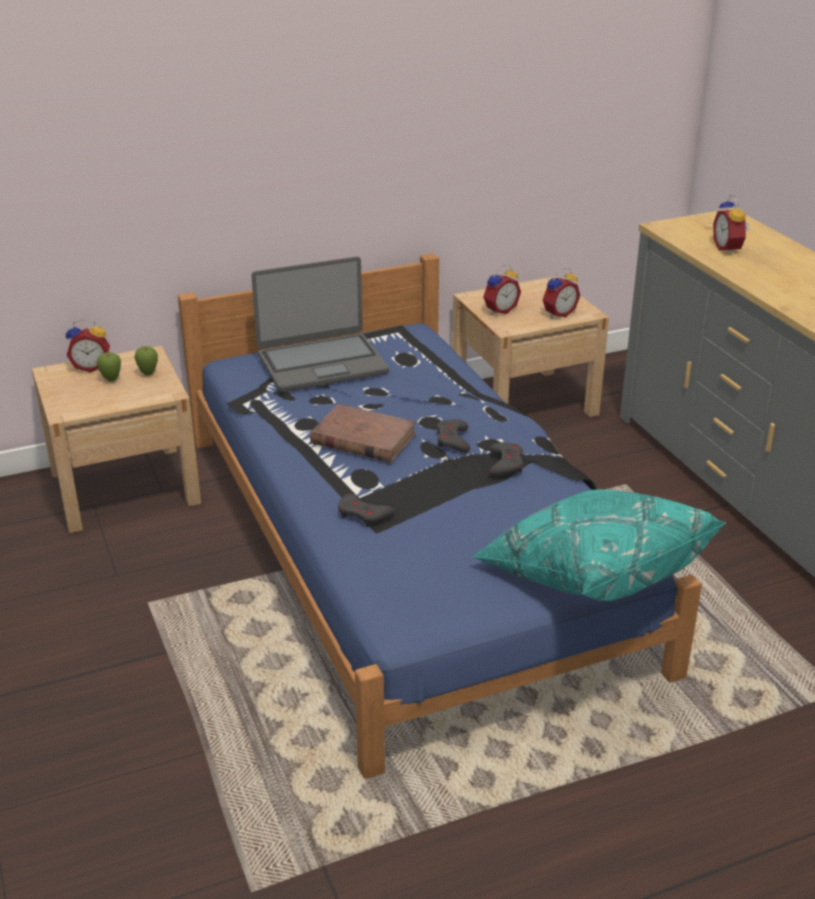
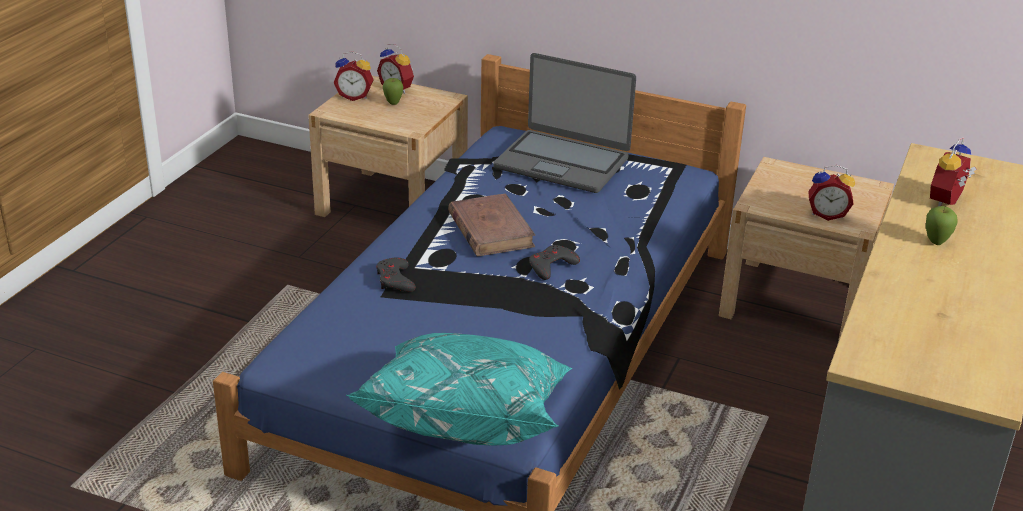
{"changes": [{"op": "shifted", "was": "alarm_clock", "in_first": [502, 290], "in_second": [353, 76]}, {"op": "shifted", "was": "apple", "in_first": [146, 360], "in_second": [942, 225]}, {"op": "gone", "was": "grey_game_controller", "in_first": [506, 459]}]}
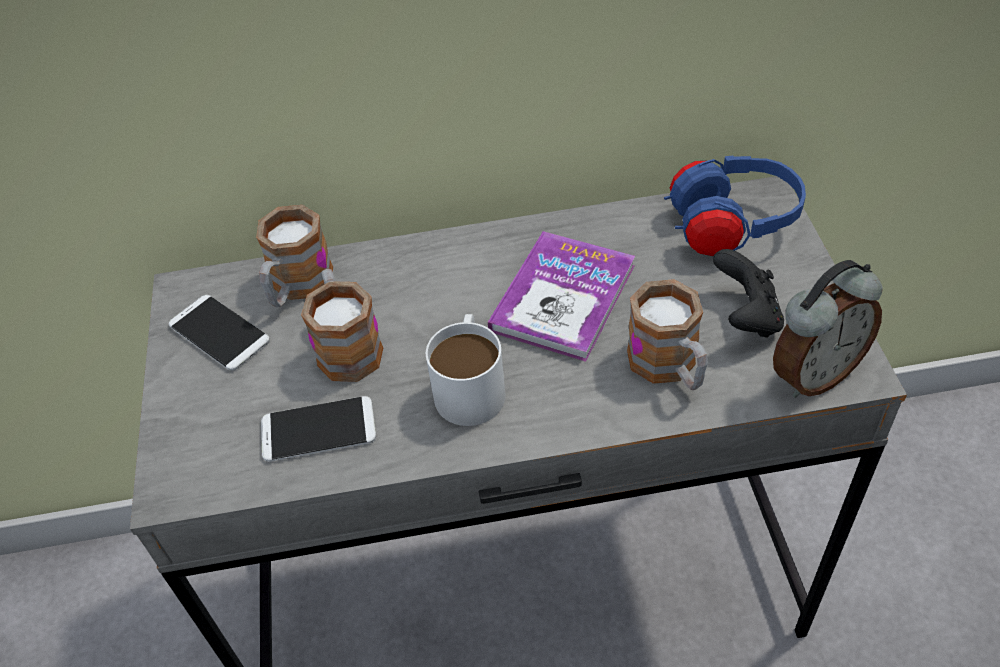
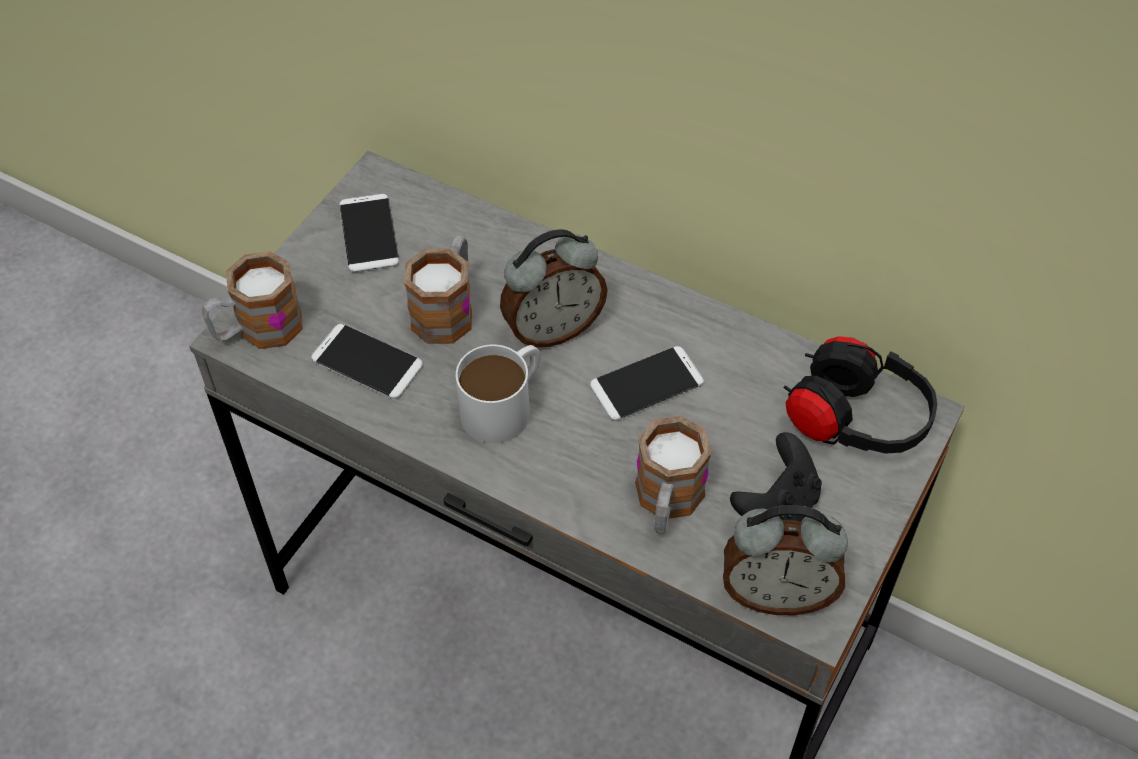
{"changes": [{"op": "shifted", "was": "mug", "in_first": [294, 256], "in_second": [252, 300]}, {"op": "new", "now": "alarm_clock", "in_second": [554, 288]}, {"op": "swapped", "was": "book", "now": "phone", "in_first": [561, 296], "in_second": [647, 383]}, {"op": "repainted", "was": "blue_headphones", "now": "black_headphones", "in_first": [735, 205], "in_second": [860, 395]}]}
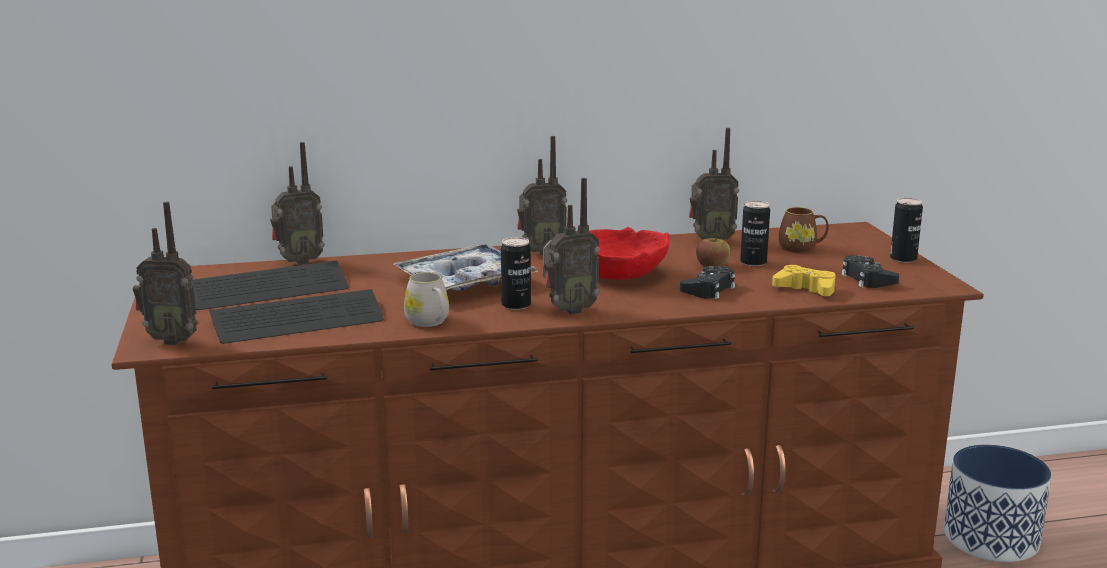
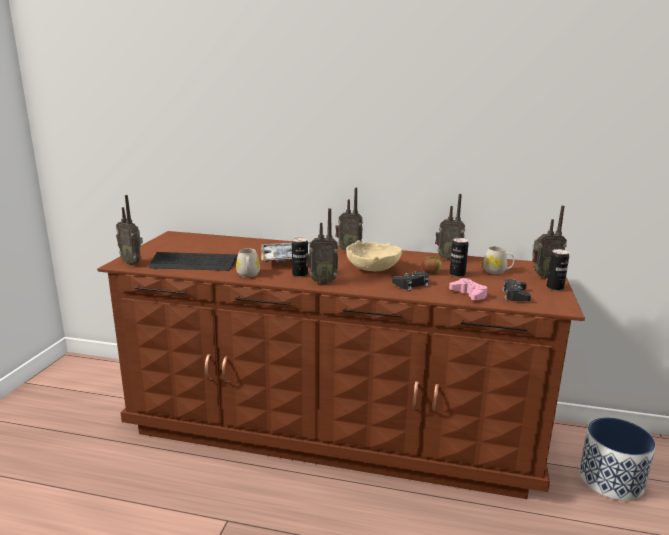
{"changes": [{"op": "repainted", "was": "red_bowl", "now": "beige_bowl", "in_first": [623, 253], "in_second": [374, 255]}, {"op": "repainted", "was": "yellow_game_controller", "now": "pink_game_controller", "in_first": [804, 280], "in_second": [468, 289]}, {"op": "repainted", "was": "brown_mug", "now": "white_mug", "in_first": [803, 230], "in_second": [498, 260]}, {"op": "shifted", "was": "radio", "in_first": [297, 203], "in_second": [549, 242]}, {"op": "gone", "was": "keyboard", "in_first": [269, 285]}]}
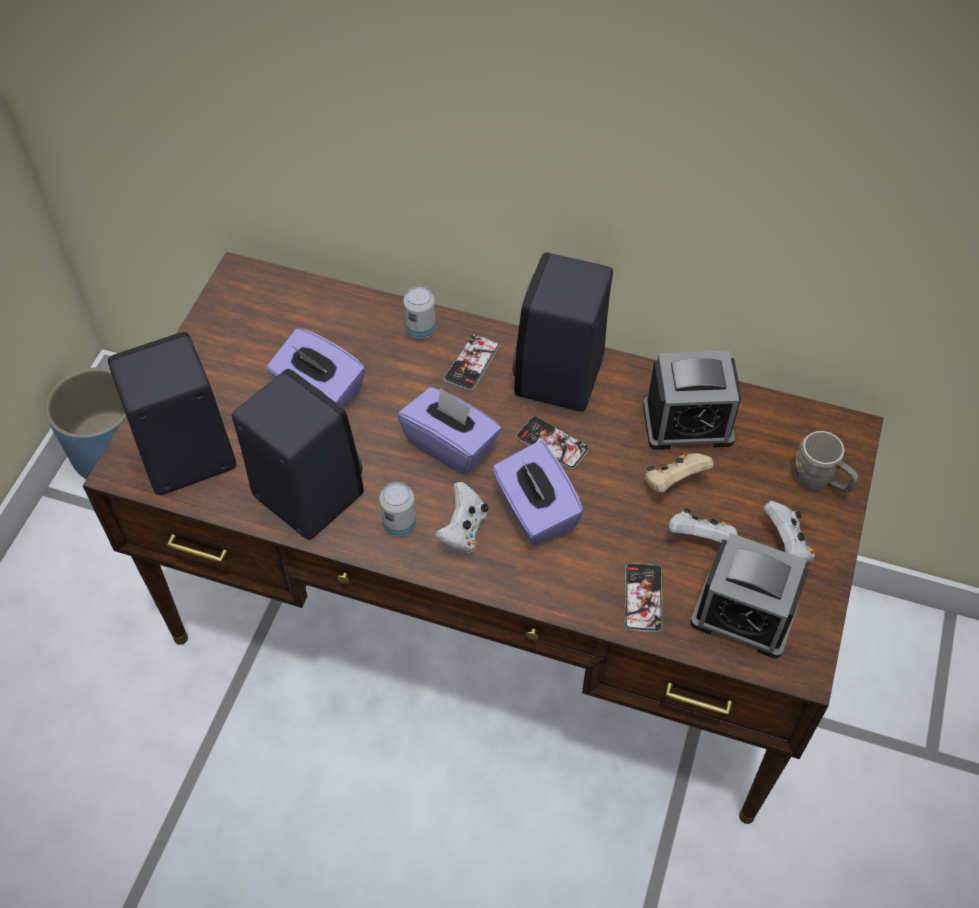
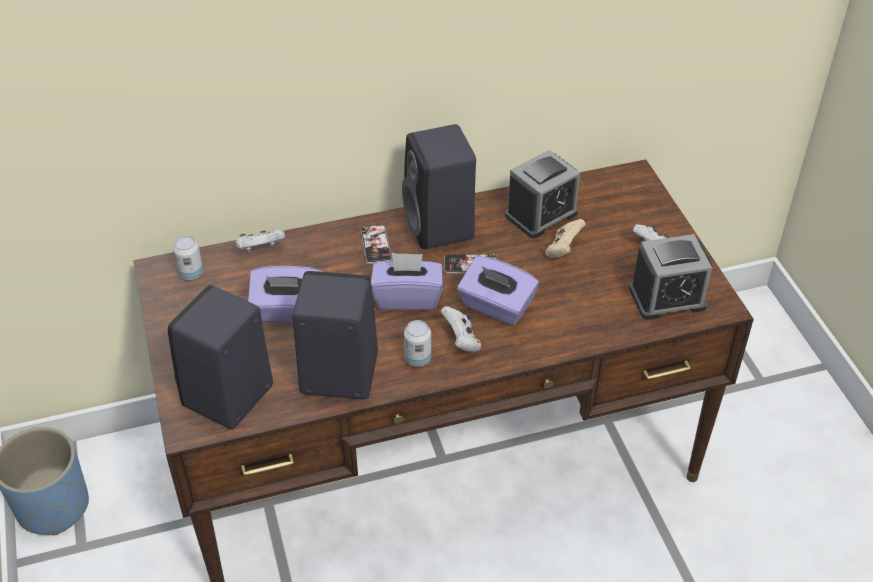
{"changes": [{"op": "shifted", "was": "can", "in_first": [419, 312], "in_second": [188, 258]}, {"op": "shifted", "was": "white_game_controller", "in_first": [703, 525], "in_second": [260, 241]}, {"op": "gone", "was": "phone", "in_first": [643, 598]}, {"op": "gone", "was": "grey_mug", "in_first": [826, 462]}]}
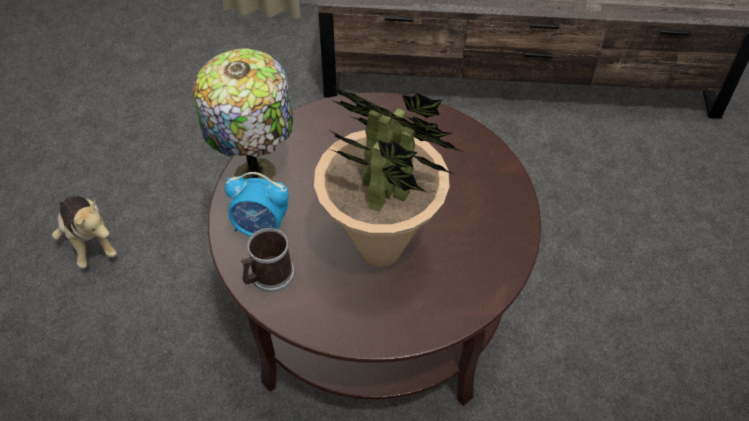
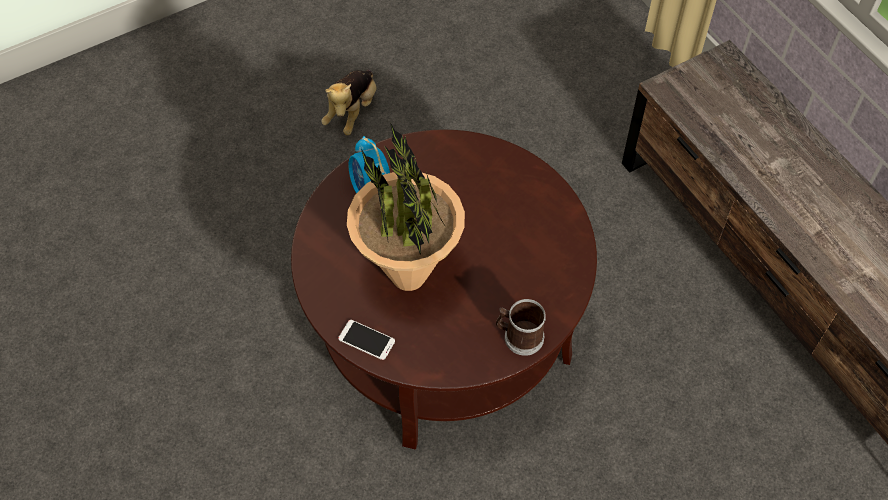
{"changes": [{"op": "new", "now": "phone", "in_second": [366, 340]}, {"op": "shifted", "was": "mug", "in_first": [268, 260], "in_second": [521, 327]}, {"op": "gone", "was": "table_lamp", "in_first": [243, 114]}]}
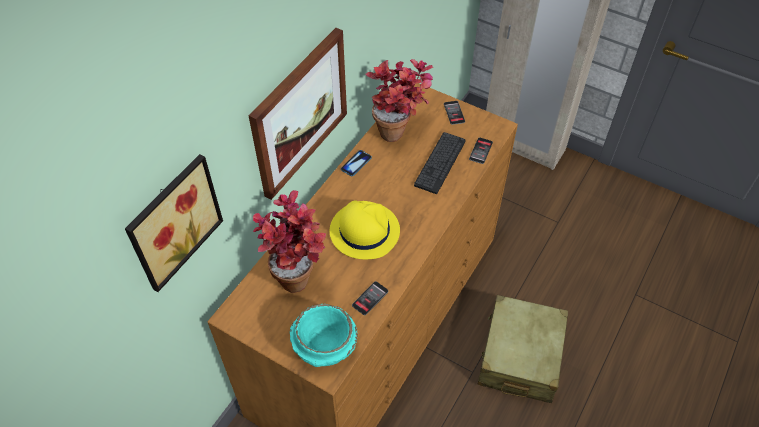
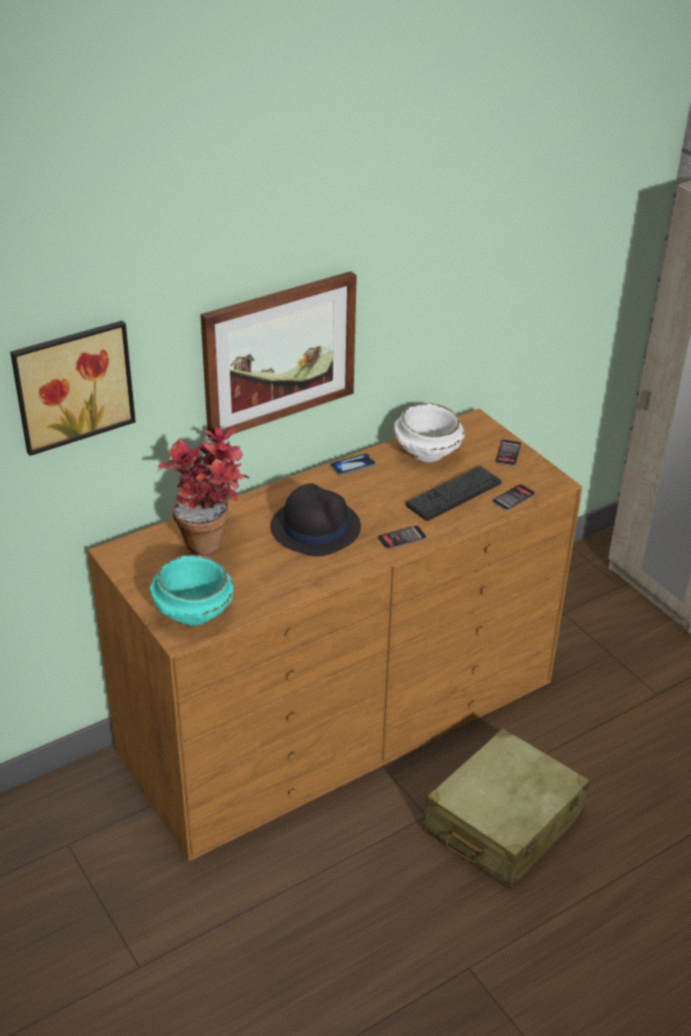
{"changes": [{"op": "repainted", "was": "yellow_hat", "now": "black_hat", "in_first": [365, 229], "in_second": [316, 520]}, {"op": "shifted", "was": "phone", "in_first": [370, 298], "in_second": [402, 537]}, {"op": "swapped", "was": "potted_plant", "now": "white_bowl", "in_first": [399, 100], "in_second": [429, 432]}]}
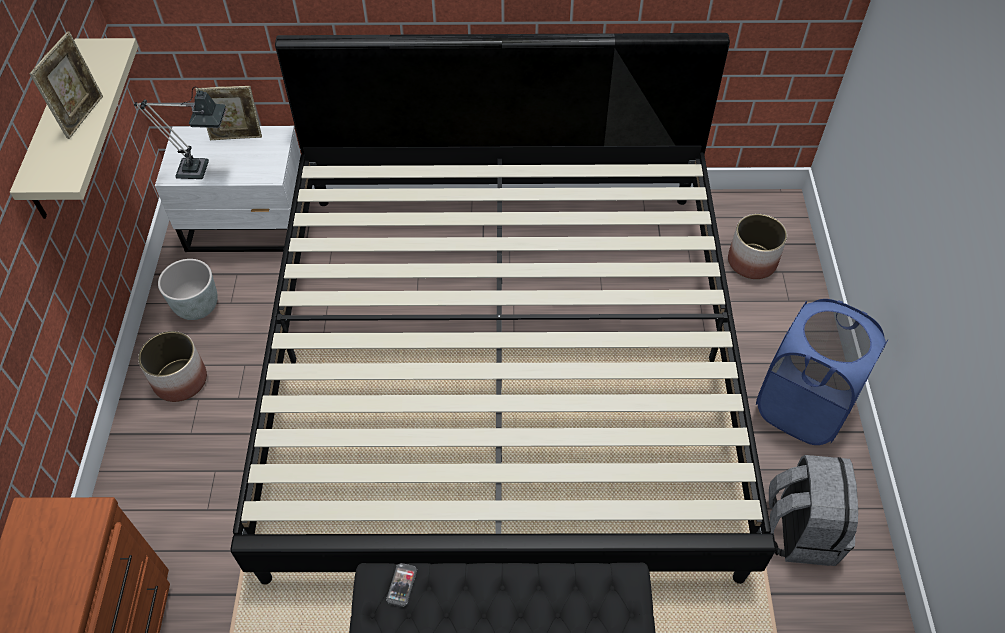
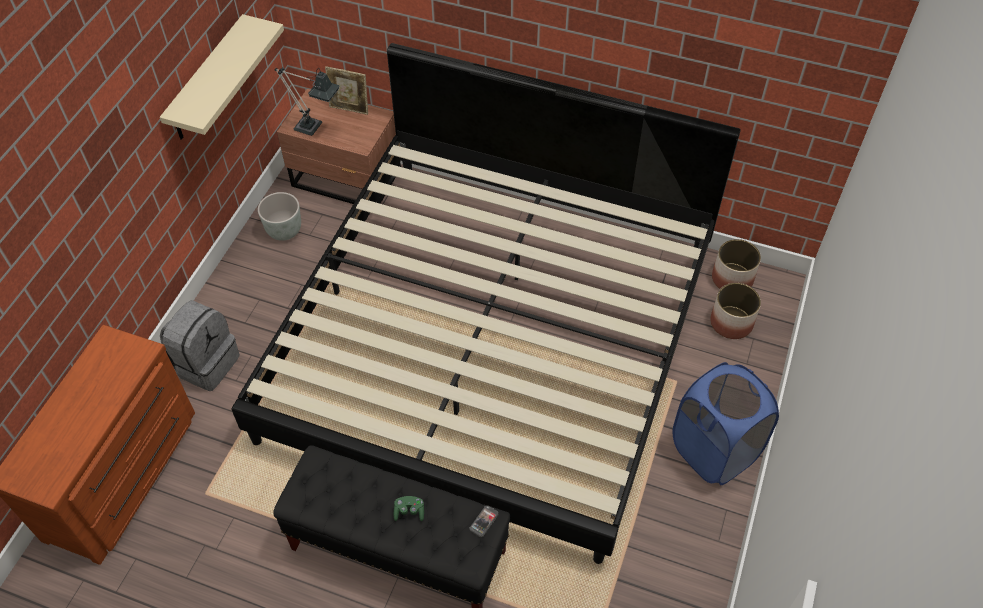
{"changes": [{"op": "shifted", "was": "grey_backpack", "in_first": [813, 510], "in_second": [200, 345]}, {"op": "repainted", "was": "white_nightstand", "now": "brown_nightstand", "in_first": [232, 189], "in_second": [339, 146]}, {"op": "new", "now": "green_game_controller", "in_second": [409, 508]}, {"op": "shifted", "was": "phone", "in_first": [401, 585], "in_second": [484, 521]}, {"op": "shifted", "was": "planter", "in_first": [172, 366], "in_second": [736, 264]}, {"op": "gone", "was": "picture_frame", "in_first": [66, 85]}]}
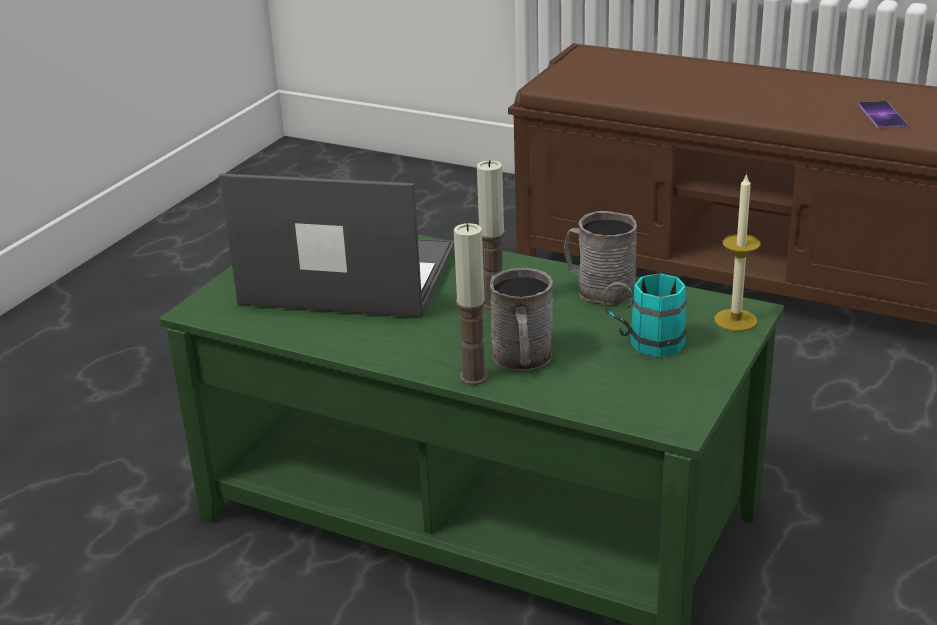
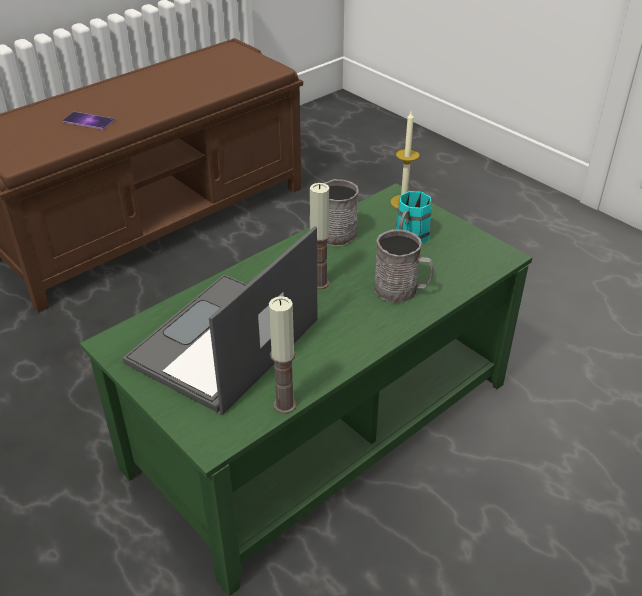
{"changes": [{"op": "shifted", "was": "phone", "in_first": [883, 115], "in_second": [88, 121]}, {"op": "shifted", "was": "candle", "in_first": [471, 304], "in_second": [282, 355]}]}
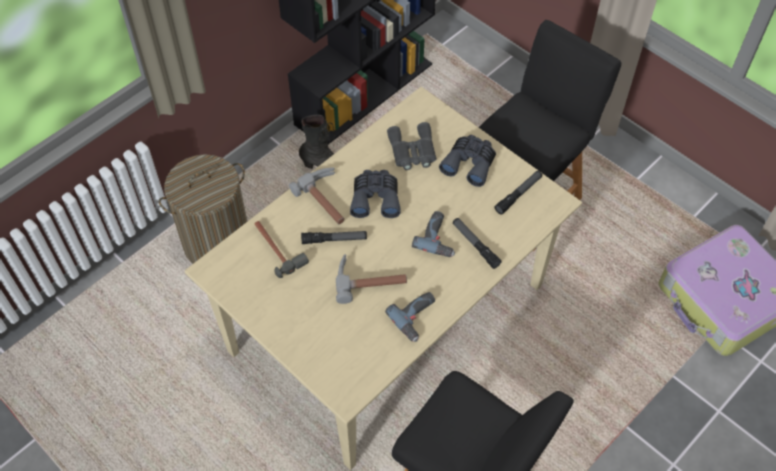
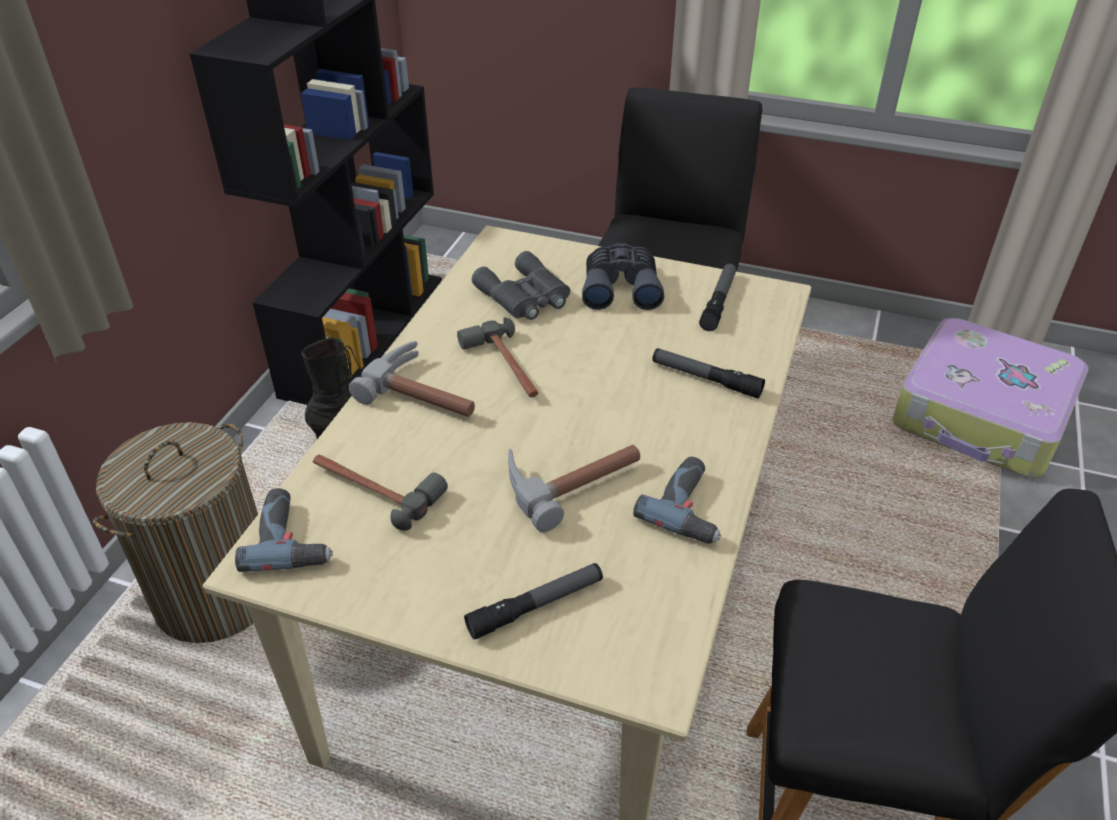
{"changes": [{"op": "shifted", "was": "power_drill", "in_first": [433, 234], "in_second": [284, 530]}, {"op": "swapped", "was": "grey_binoculars", "now": "hammer", "in_first": [375, 194], "in_second": [497, 357]}, {"op": "shifted", "was": "flashlight", "in_first": [334, 237], "in_second": [533, 601]}]}
